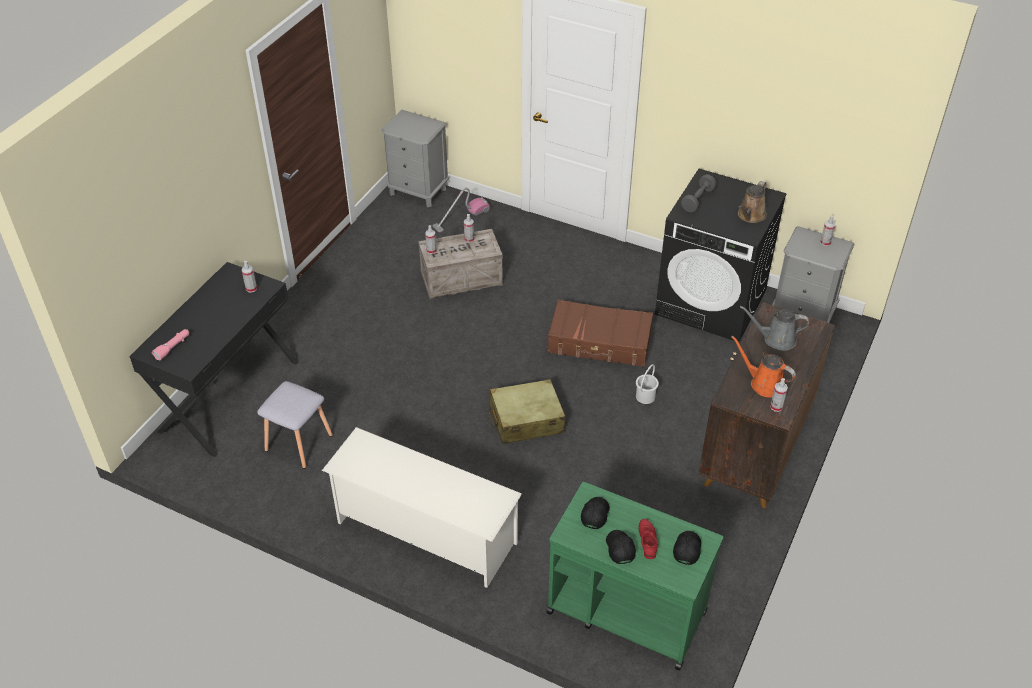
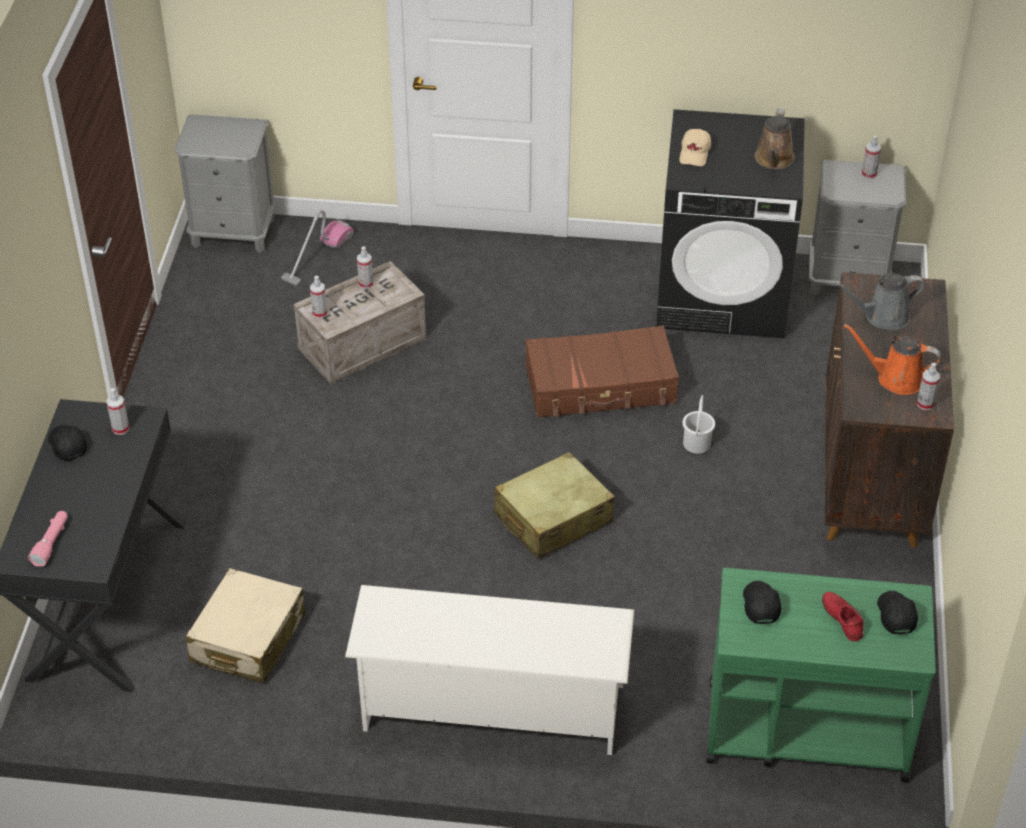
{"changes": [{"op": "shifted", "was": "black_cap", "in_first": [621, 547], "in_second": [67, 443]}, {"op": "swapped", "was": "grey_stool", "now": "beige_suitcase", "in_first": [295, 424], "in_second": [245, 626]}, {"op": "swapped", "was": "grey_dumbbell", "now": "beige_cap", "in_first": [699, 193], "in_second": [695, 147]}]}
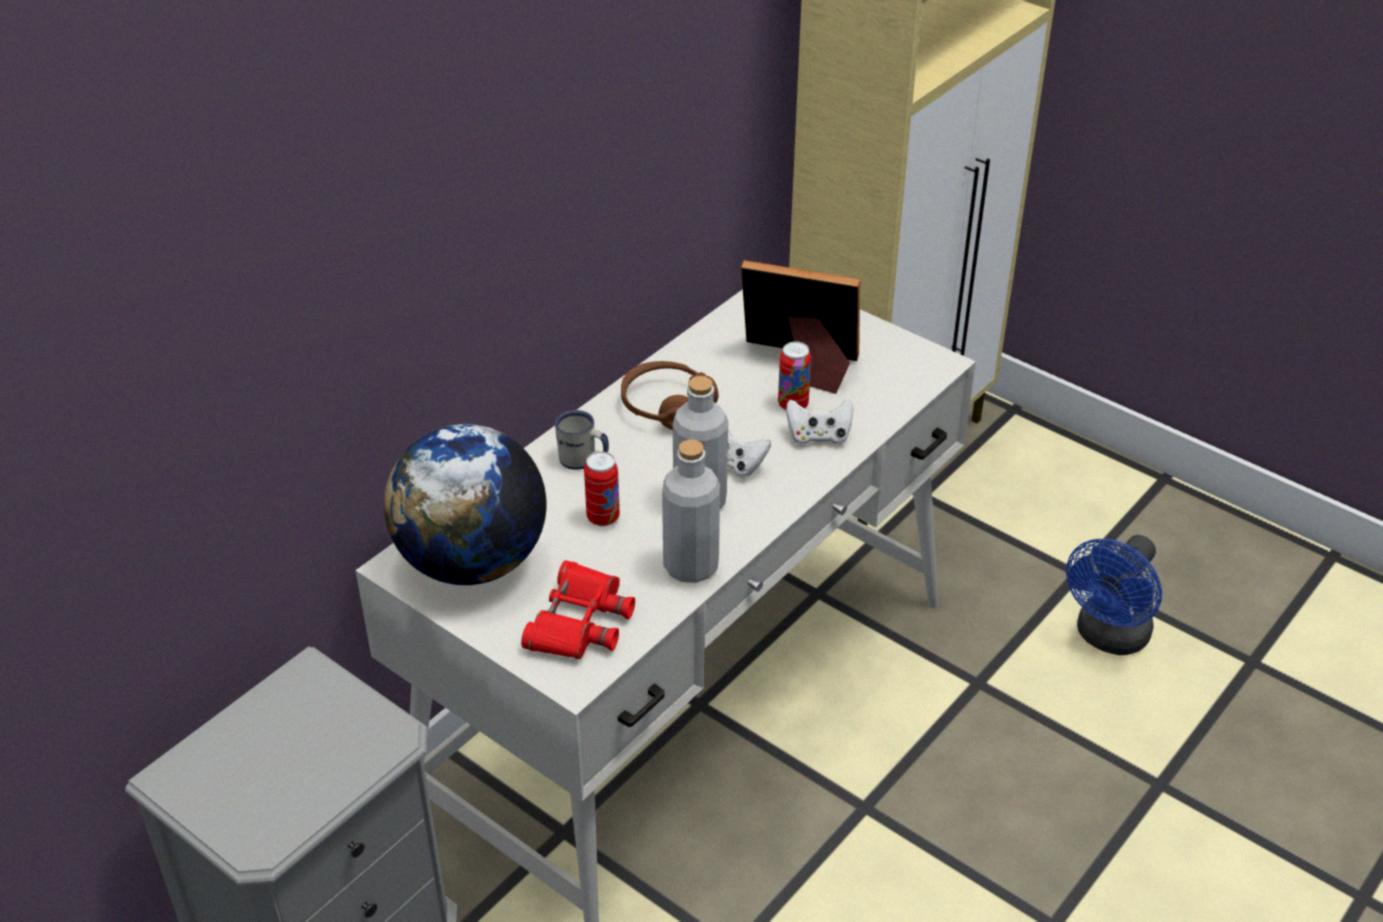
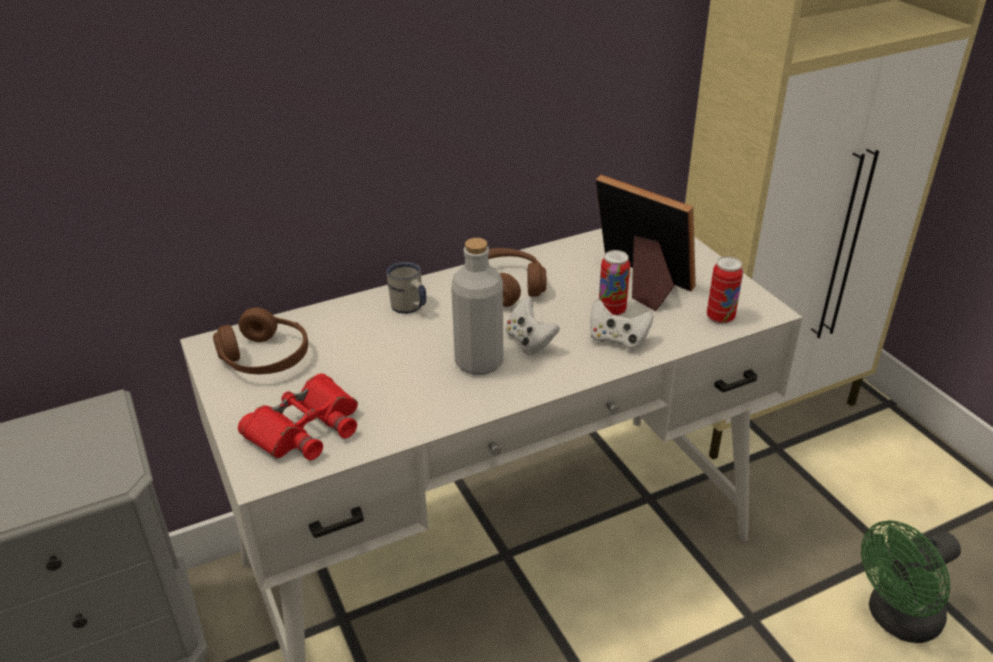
{"changes": [{"op": "swapped", "was": "globe", "now": "brown_headphones", "in_first": [465, 504], "in_second": [260, 340]}, {"op": "shifted", "was": "can", "in_first": [602, 488], "in_second": [725, 290]}, {"op": "repainted", "was": "blue_fan", "now": "green_fan", "in_first": [1114, 595], "in_second": [911, 581]}, {"op": "gone", "was": "grey_bottle", "in_first": [691, 511]}]}
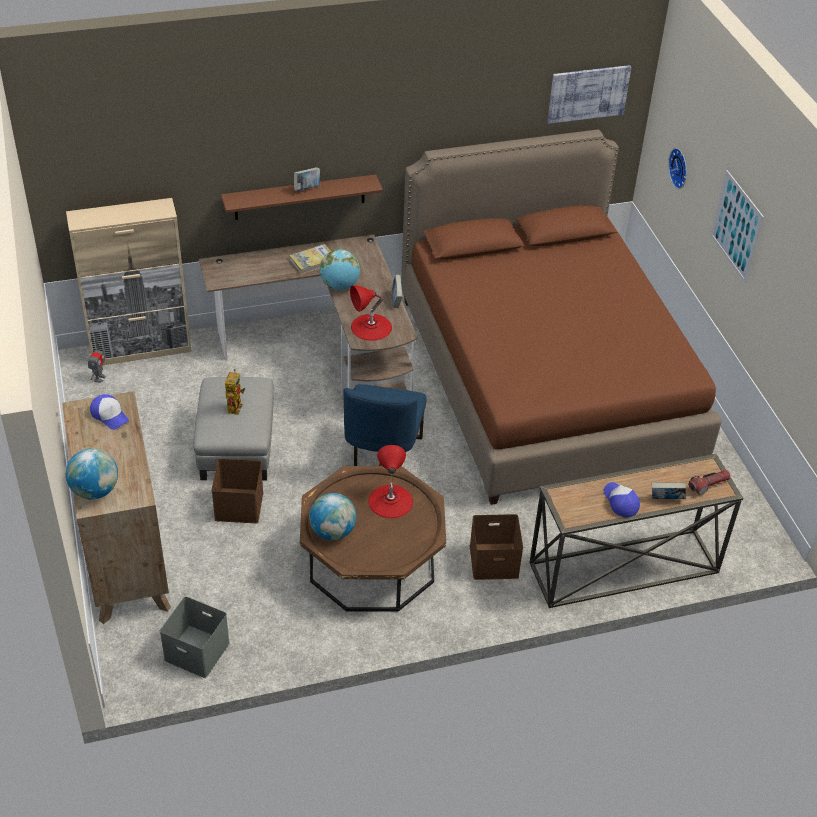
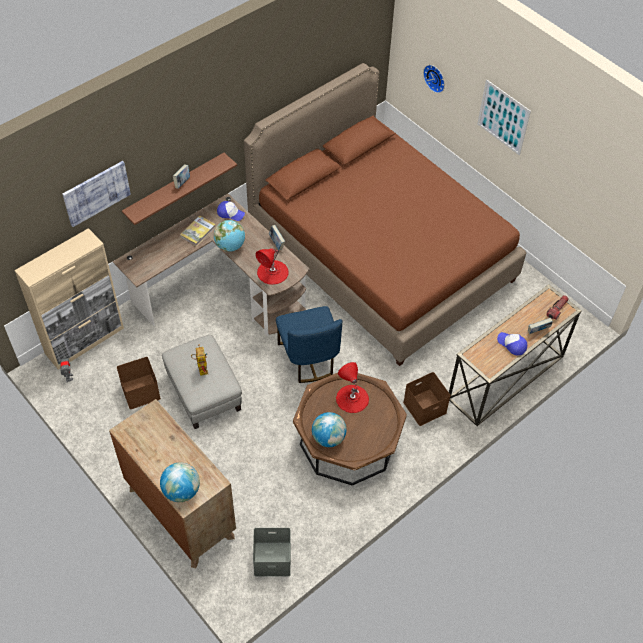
{"changes": [{"op": "shifted", "was": "picture", "in_first": [589, 94], "in_second": [96, 194]}, {"op": "shifted", "was": "brown_storage_box", "in_first": [237, 491], "in_second": [139, 383]}, {"op": "shifted", "was": "cap", "in_first": [109, 412], "in_second": [231, 211]}]}
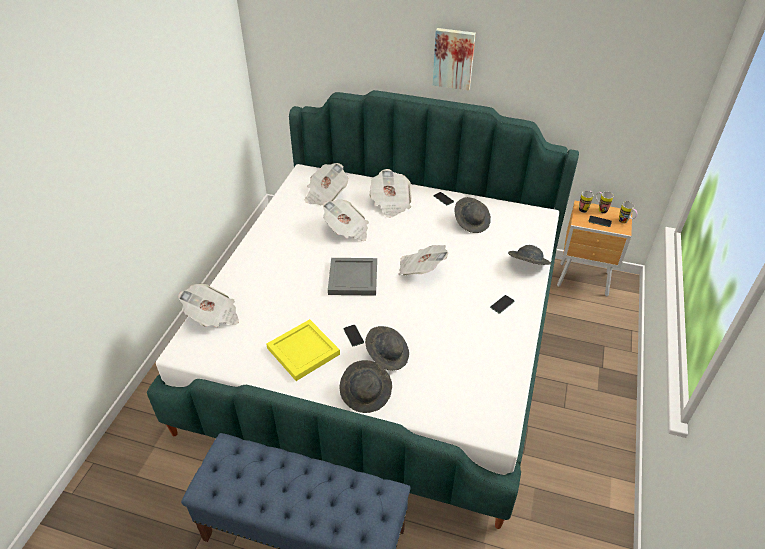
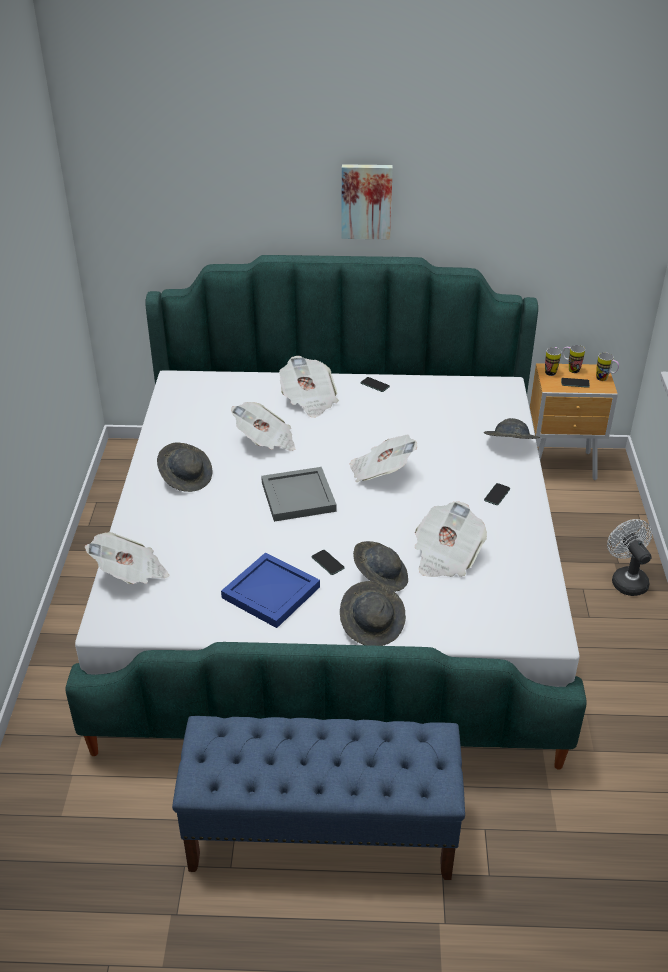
{"changes": [{"op": "shifted", "was": "grey_hat", "in_first": [472, 215], "in_second": [184, 467]}, {"op": "repainted", "was": "yellow_tray", "now": "blue_tray", "in_first": [303, 350], "in_second": [270, 590]}, {"op": "shifted", "was": "newspaper", "in_first": [326, 184], "in_second": [451, 539]}, {"op": "new", "now": "white_fan", "in_second": [629, 557]}]}
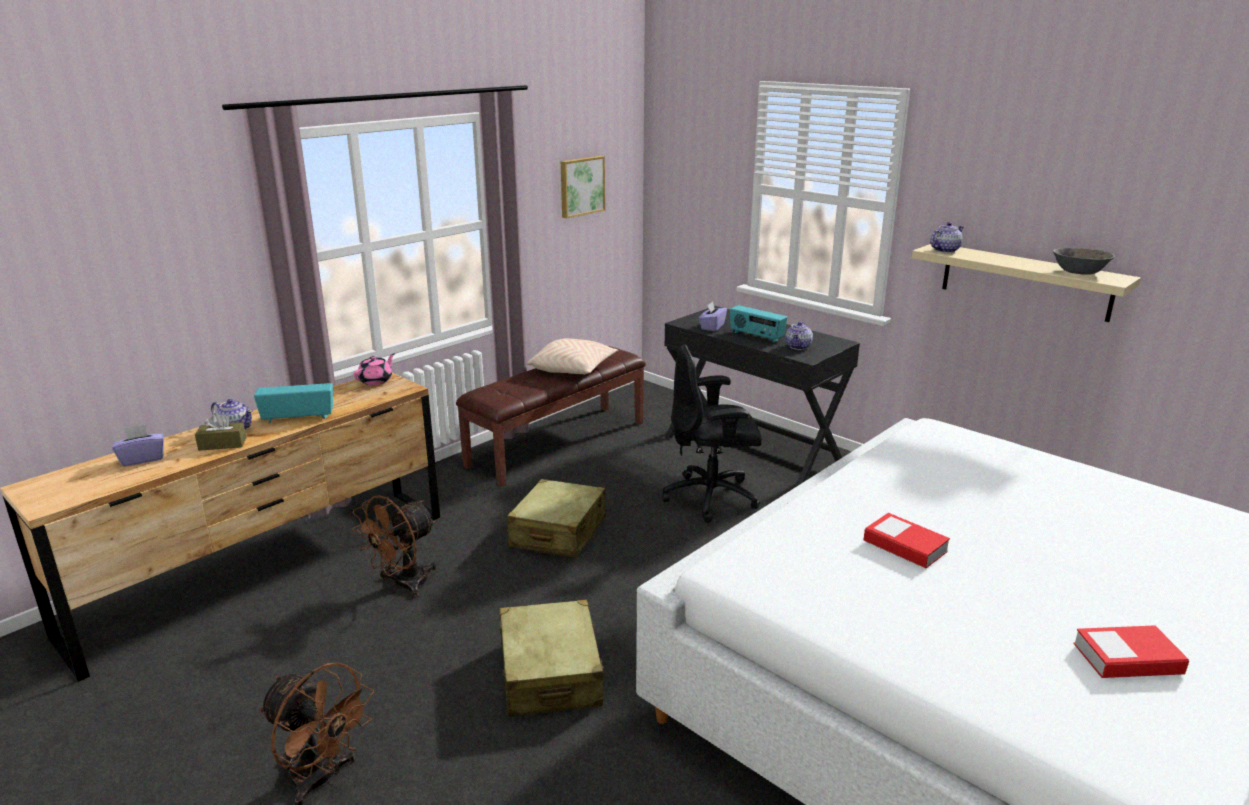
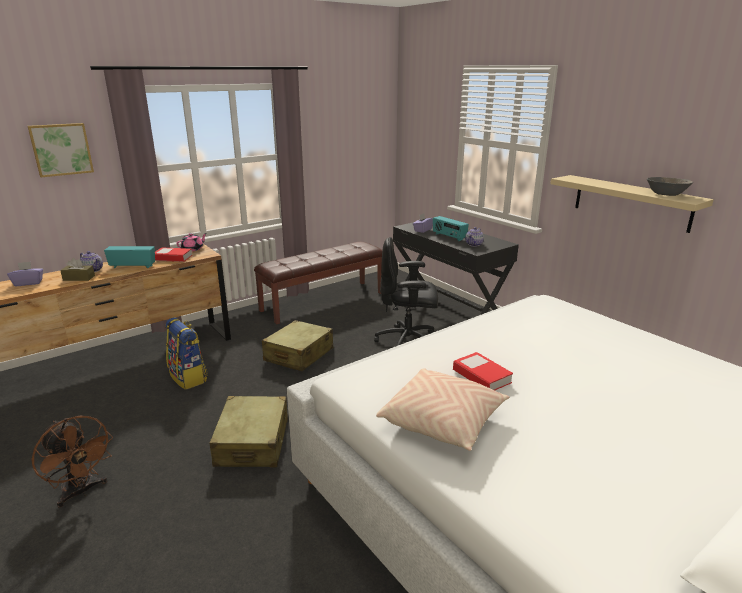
{"changes": [{"op": "shifted", "was": "picture", "in_first": [583, 187], "in_second": [61, 150]}, {"op": "shifted", "was": "book", "in_first": [1131, 651], "in_second": [173, 255]}, {"op": "swapped", "was": "brown_fan", "now": "backpack", "in_first": [394, 546], "in_second": [186, 354]}, {"op": "shifted", "was": "beige_pillow", "in_first": [572, 356], "in_second": [442, 409]}, {"op": "gone", "was": "teapot", "in_first": [947, 237]}]}
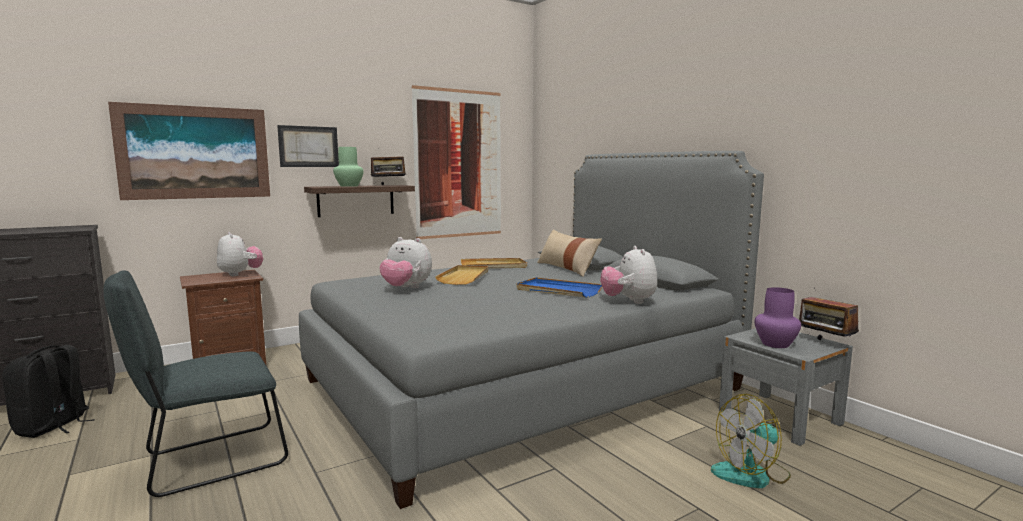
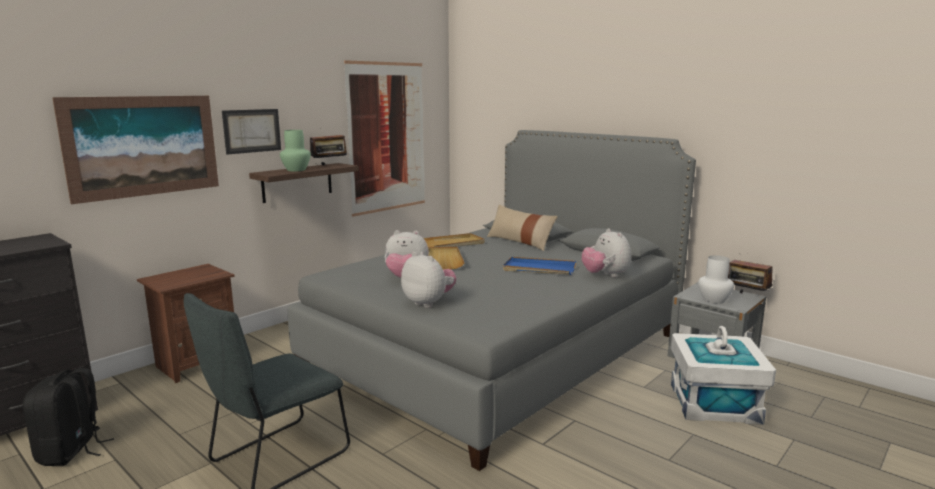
{"changes": [{"op": "shifted", "was": "plush_toy", "in_first": [240, 254], "in_second": [428, 280]}, {"op": "swapped", "was": "fan", "now": "white_storage_box", "in_first": [751, 441], "in_second": [723, 375]}, {"op": "repainted", "was": "purple_vase", "now": "white_vase", "in_first": [778, 317], "in_second": [716, 279]}]}
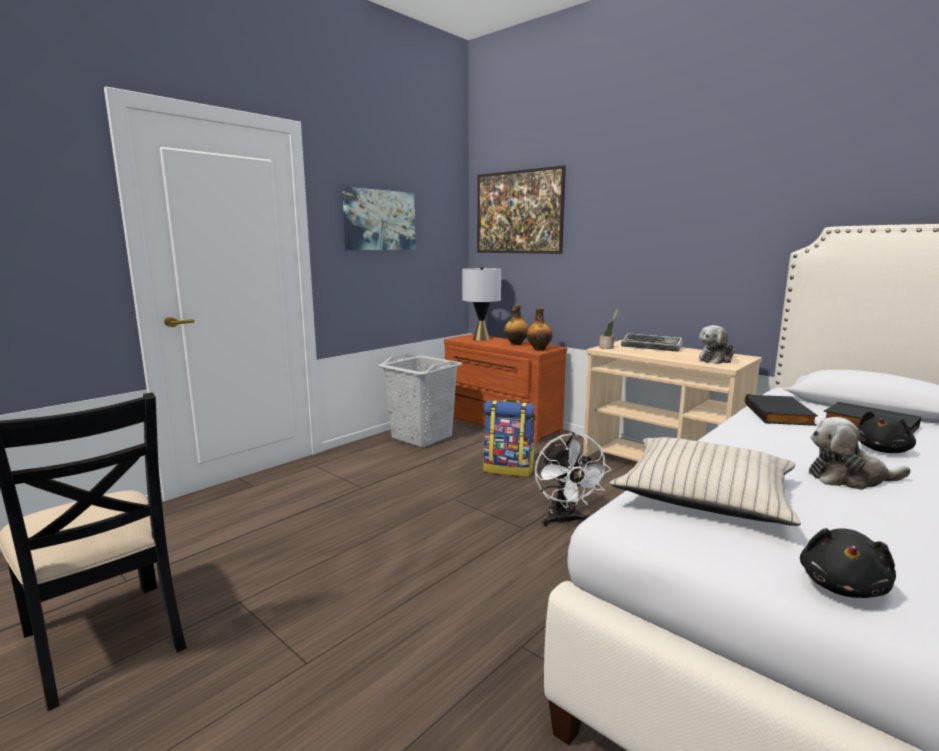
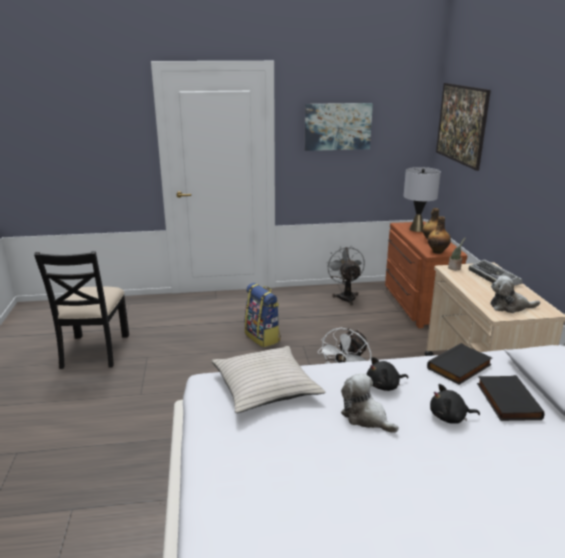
{"changes": [{"op": "shifted", "was": "backpack", "in_first": [509, 438], "in_second": [262, 315]}, {"op": "swapped", "was": "grey_laundry_basket", "now": "grey_fan", "in_first": [420, 400], "in_second": [345, 276]}, {"op": "shifted", "was": "black_plush_toy", "in_first": [848, 563], "in_second": [387, 374]}]}
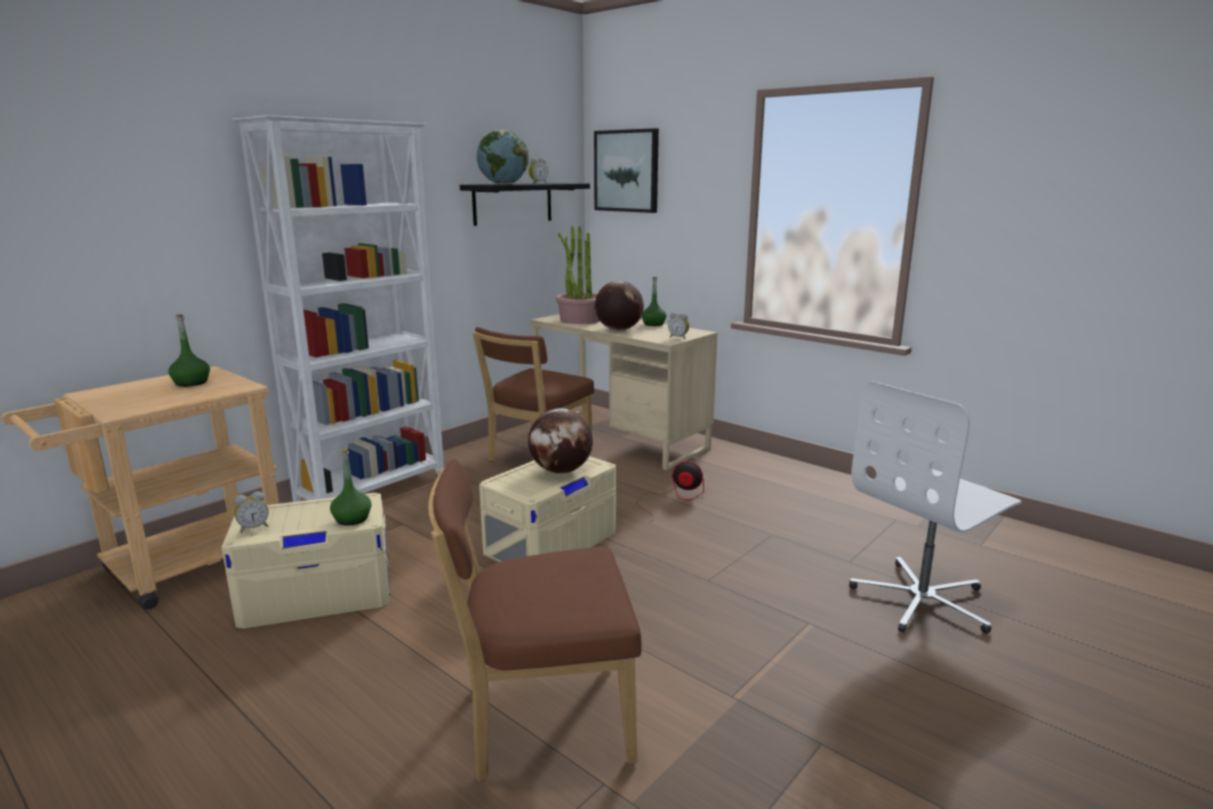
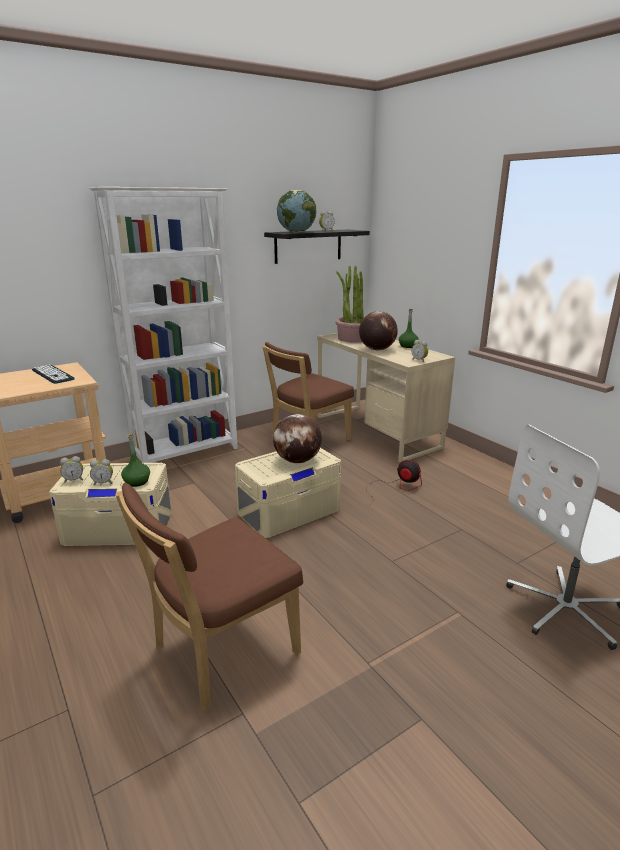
{"changes": [{"op": "swapped", "was": "green_bottle", "now": "keyboard", "in_first": [189, 350], "in_second": [53, 374]}, {"op": "new", "now": "alarm_clock", "in_second": [101, 472]}, {"op": "rotated", "was": "brown_chair", "in_first": [534, 620], "in_second": [209, 597], "clockwise": -45}, {"op": "gone", "was": "picture", "in_first": [626, 170]}]}
